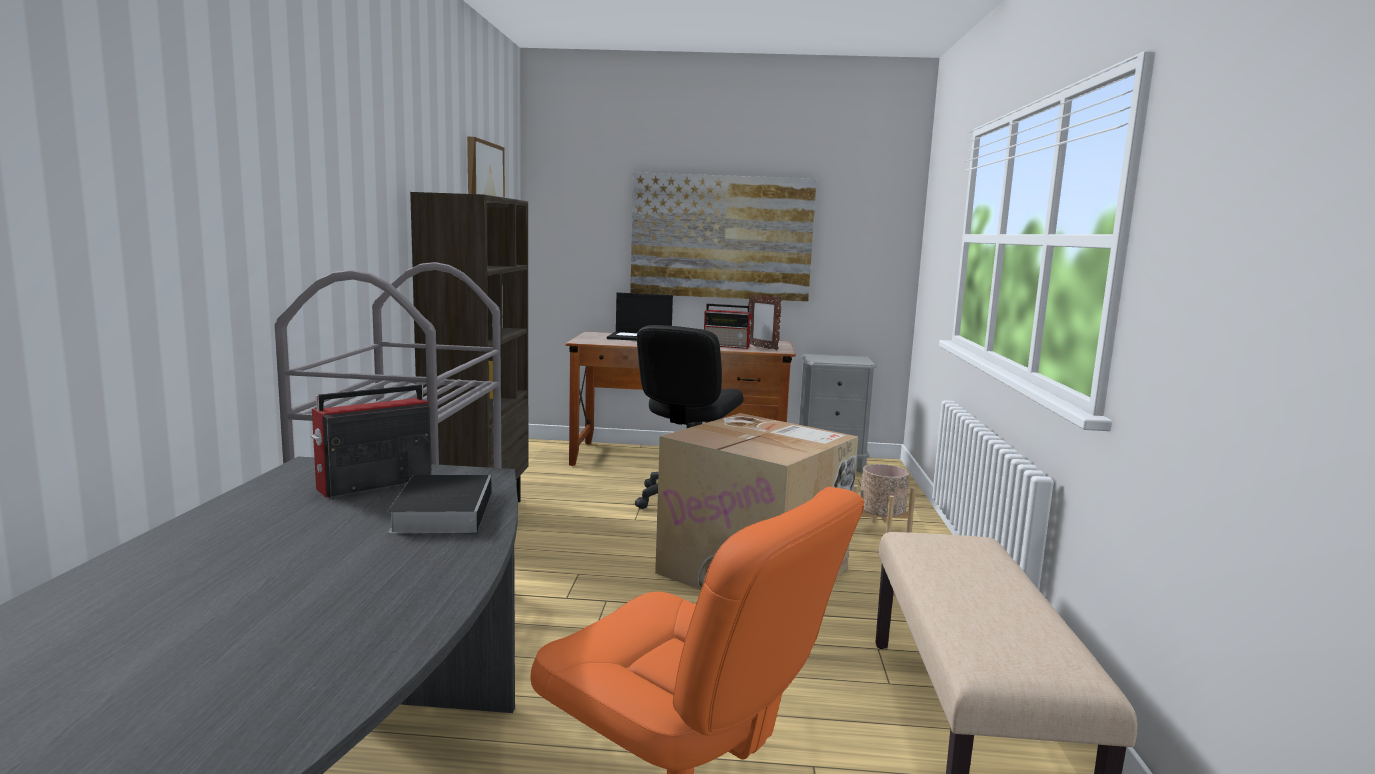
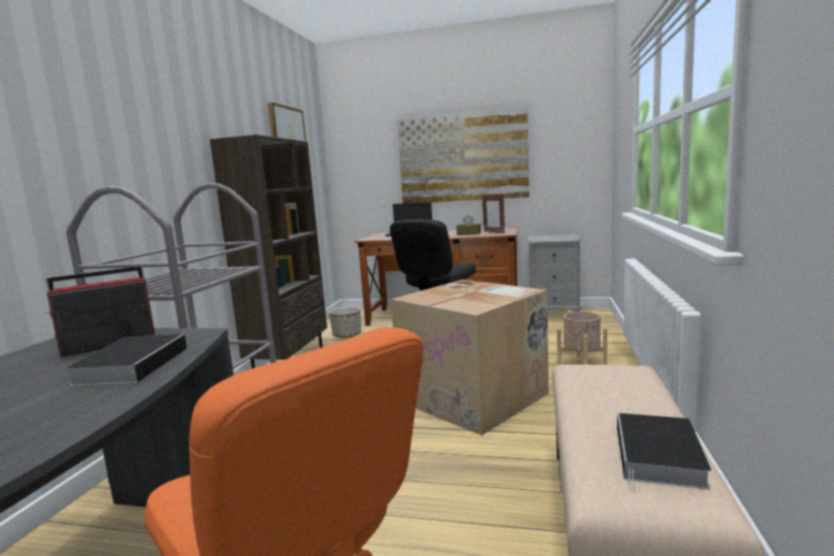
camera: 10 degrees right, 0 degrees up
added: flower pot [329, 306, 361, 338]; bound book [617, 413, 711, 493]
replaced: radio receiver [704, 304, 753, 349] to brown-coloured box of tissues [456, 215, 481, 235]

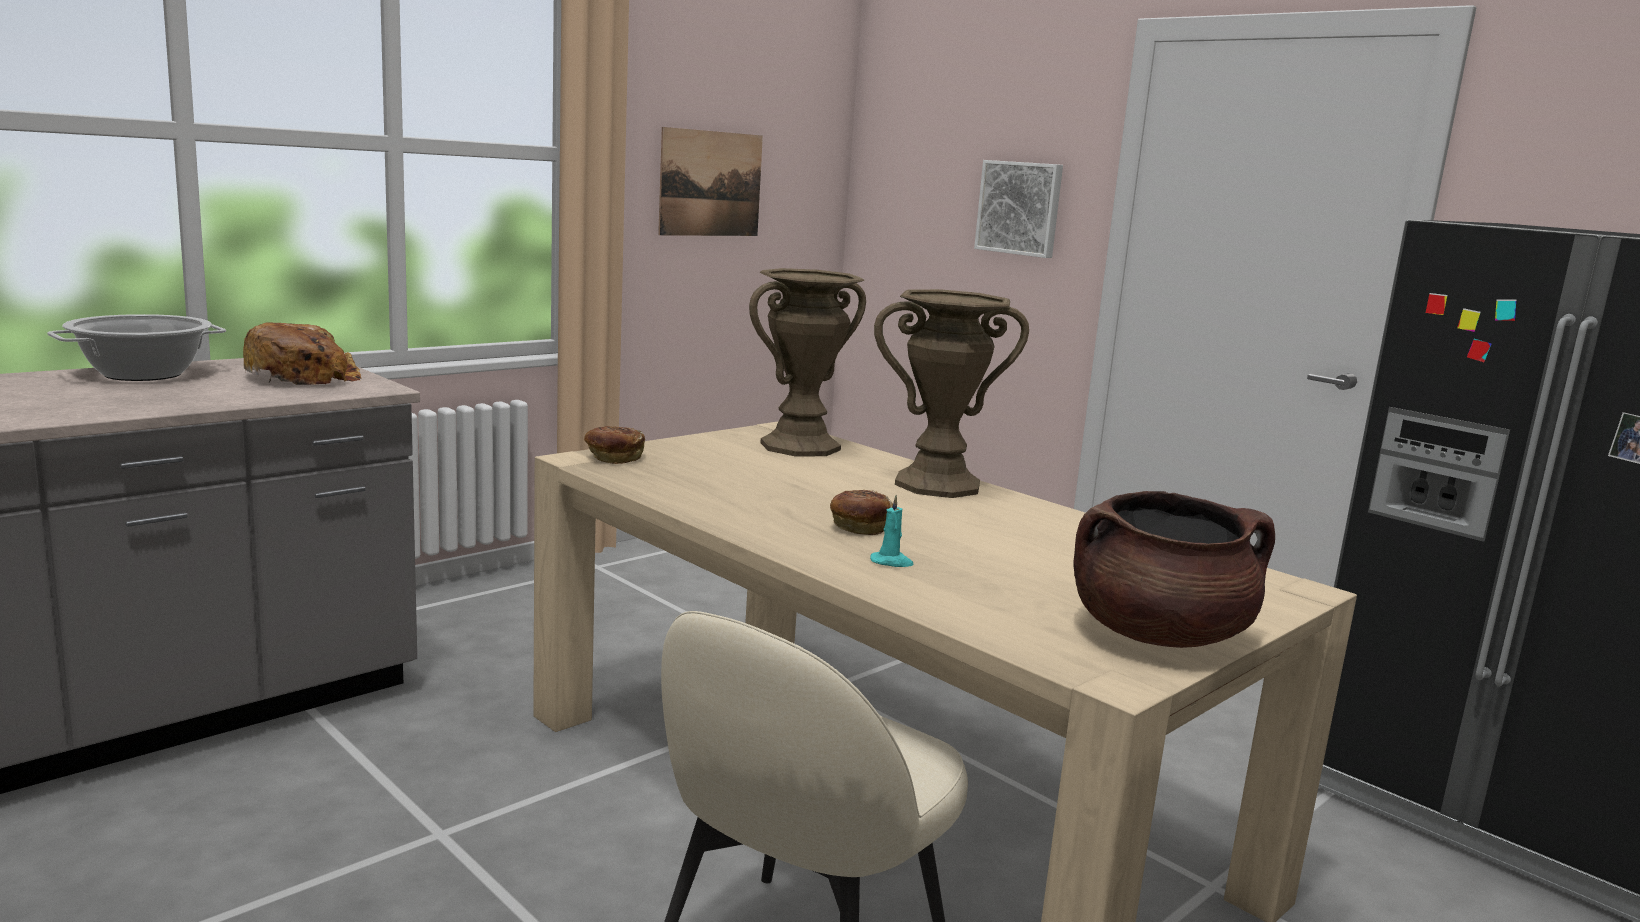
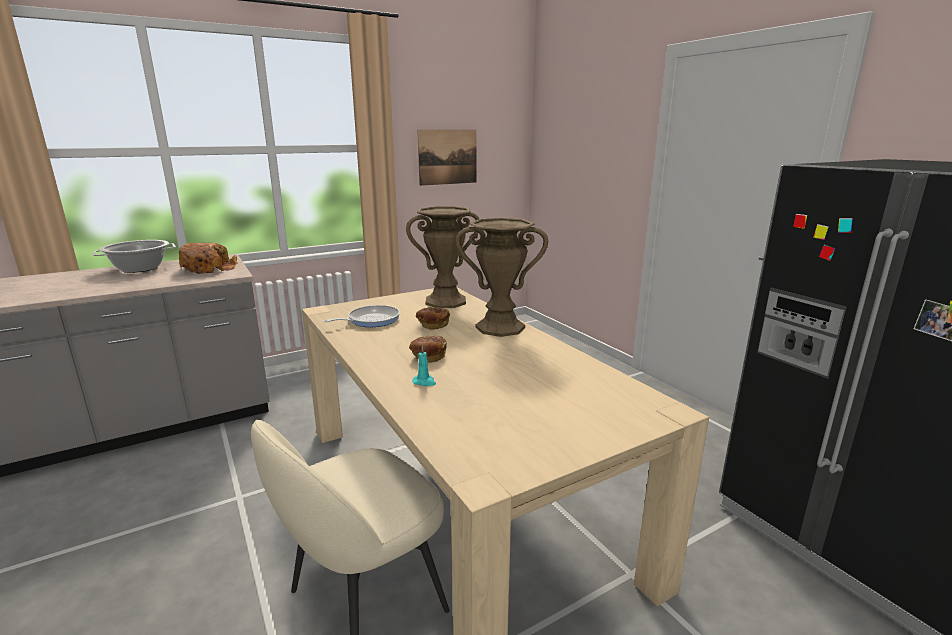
camera: 15 degrees right, 5 degrees up
removed: picture [974, 160, 1063, 258]; brown-coloured stockpot [1073, 491, 1275, 648]
added: skillet [324, 305, 400, 327]
moved: bread [584, 426, 645, 464] to [416, 307, 450, 330]

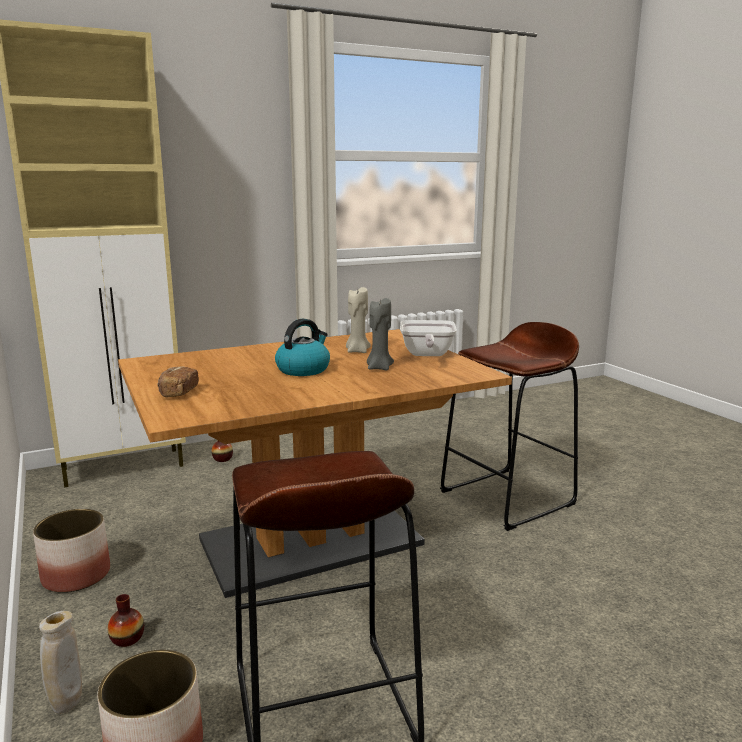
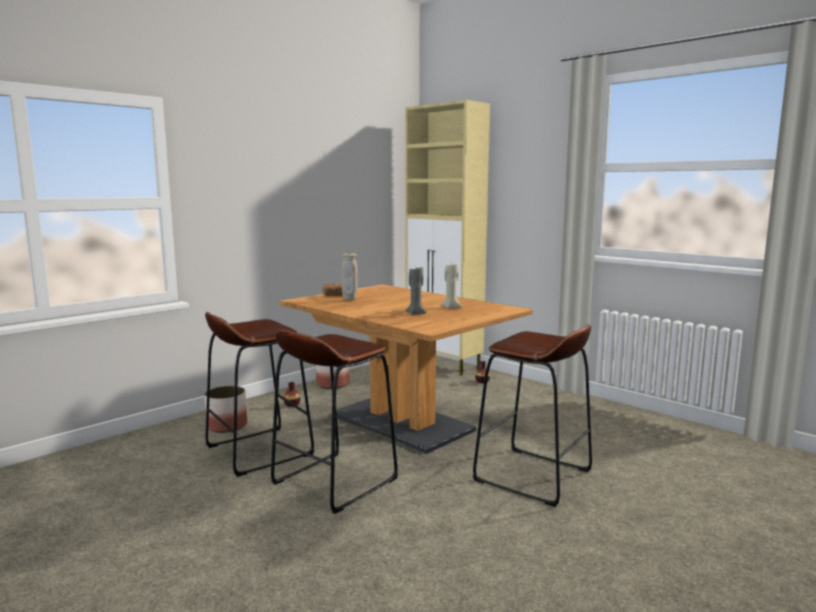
camera: 70 degrees right, 5 degrees down
removed: water kettle [275, 319, 330, 376]; skillet [400, 320, 457, 356]
added: brown-coloured stool [271, 330, 398, 514]
moved: beige-coloured vase [39, 611, 82, 714] to [341, 253, 358, 300]

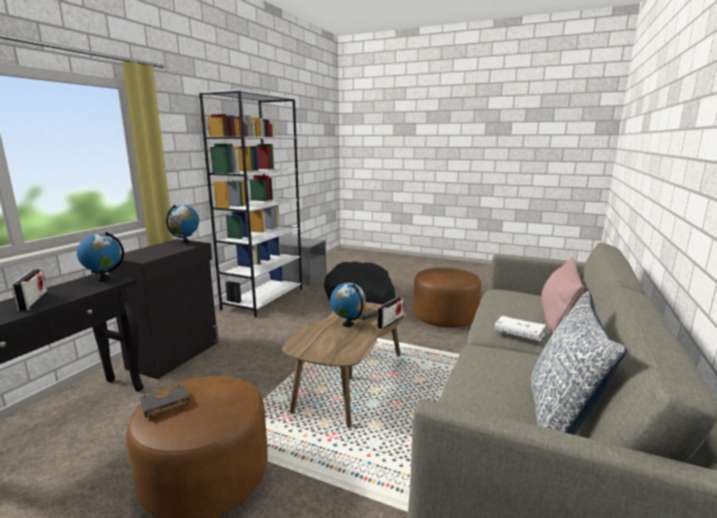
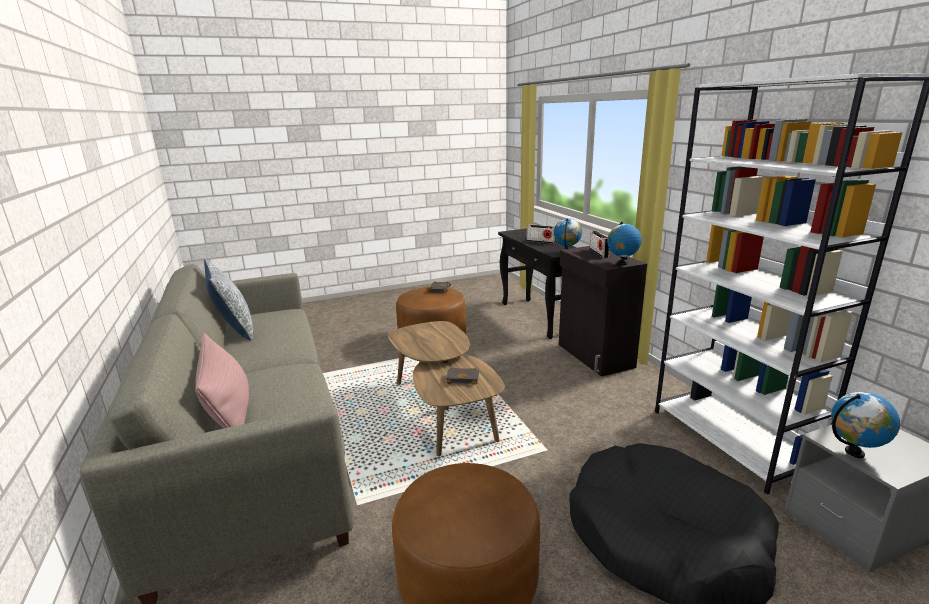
camera: 135 degrees right, 5 degrees up
removed: whitish bound book [494, 316, 546, 341]
moved: world globe [330, 283, 366, 327] to [831, 392, 900, 458]; radio receiver [377, 297, 404, 329] to [590, 231, 610, 258]

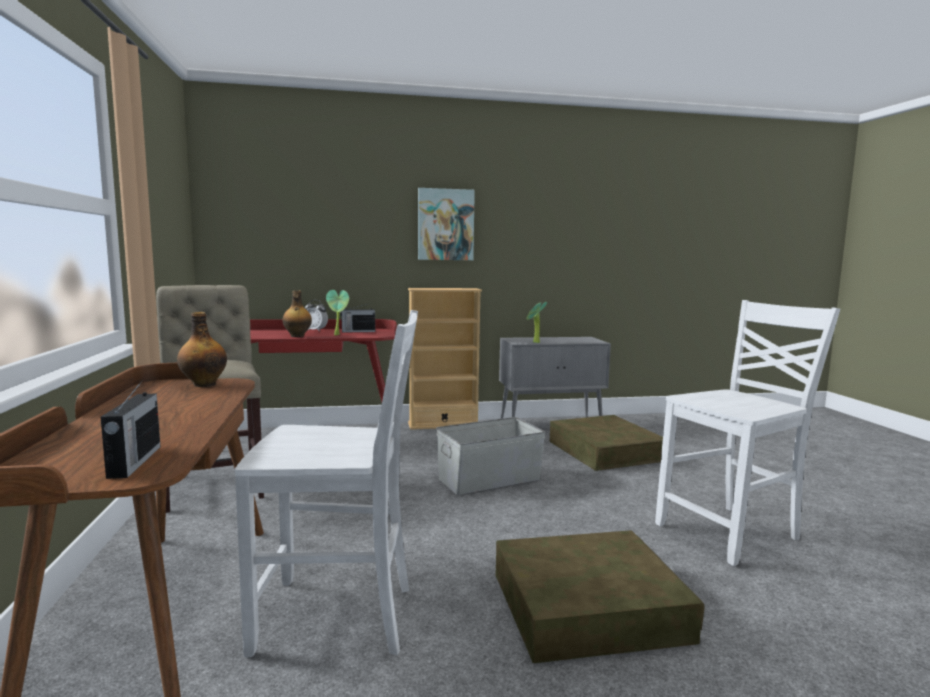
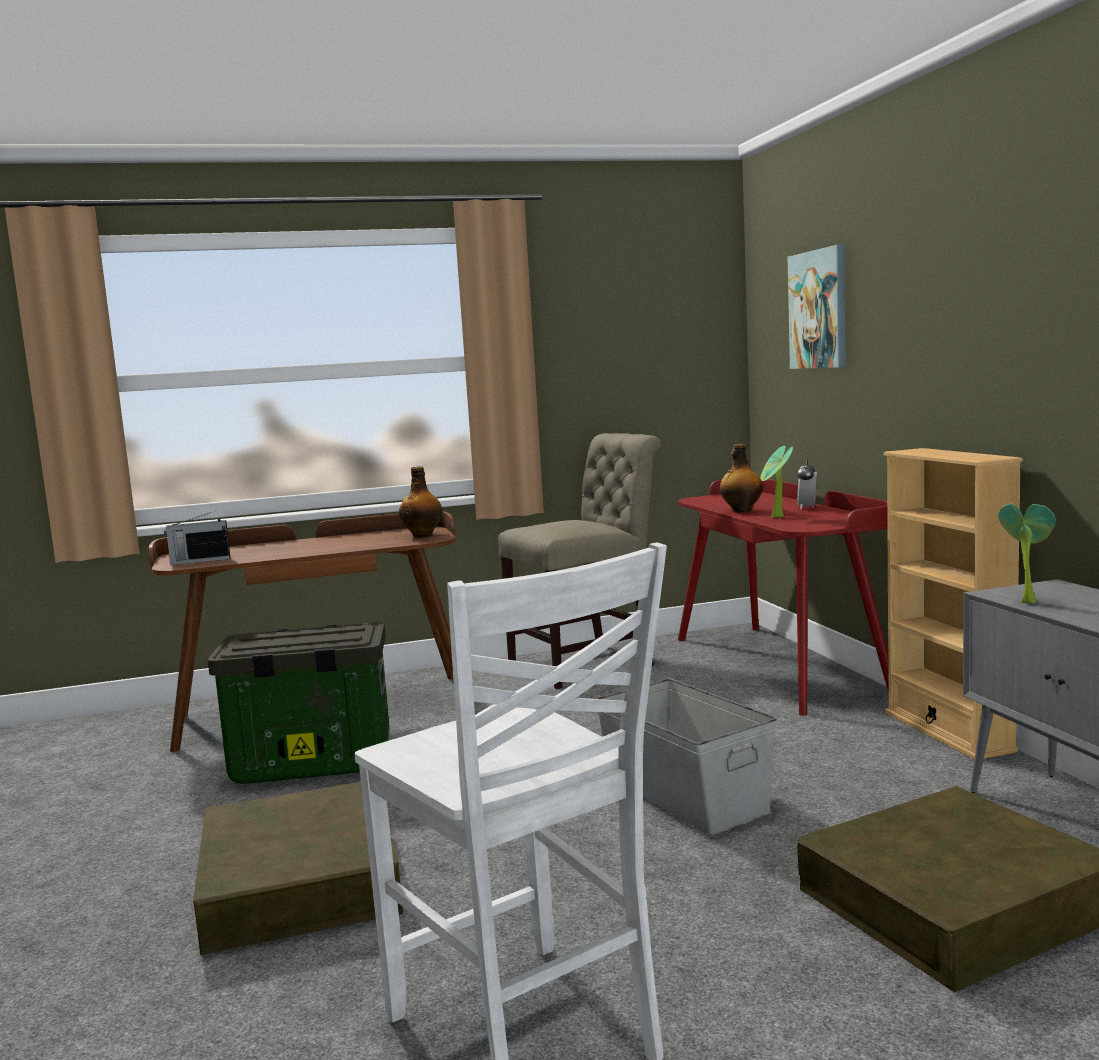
camera: 85 degrees right, 0 degrees up
removed: radio receiver [340, 304, 375, 333]
moved: picture [418, 188, 475, 260] to [788, 245, 846, 369]
replaced: whitish upright chair [235, 310, 418, 658] to storage container [207, 622, 390, 784]

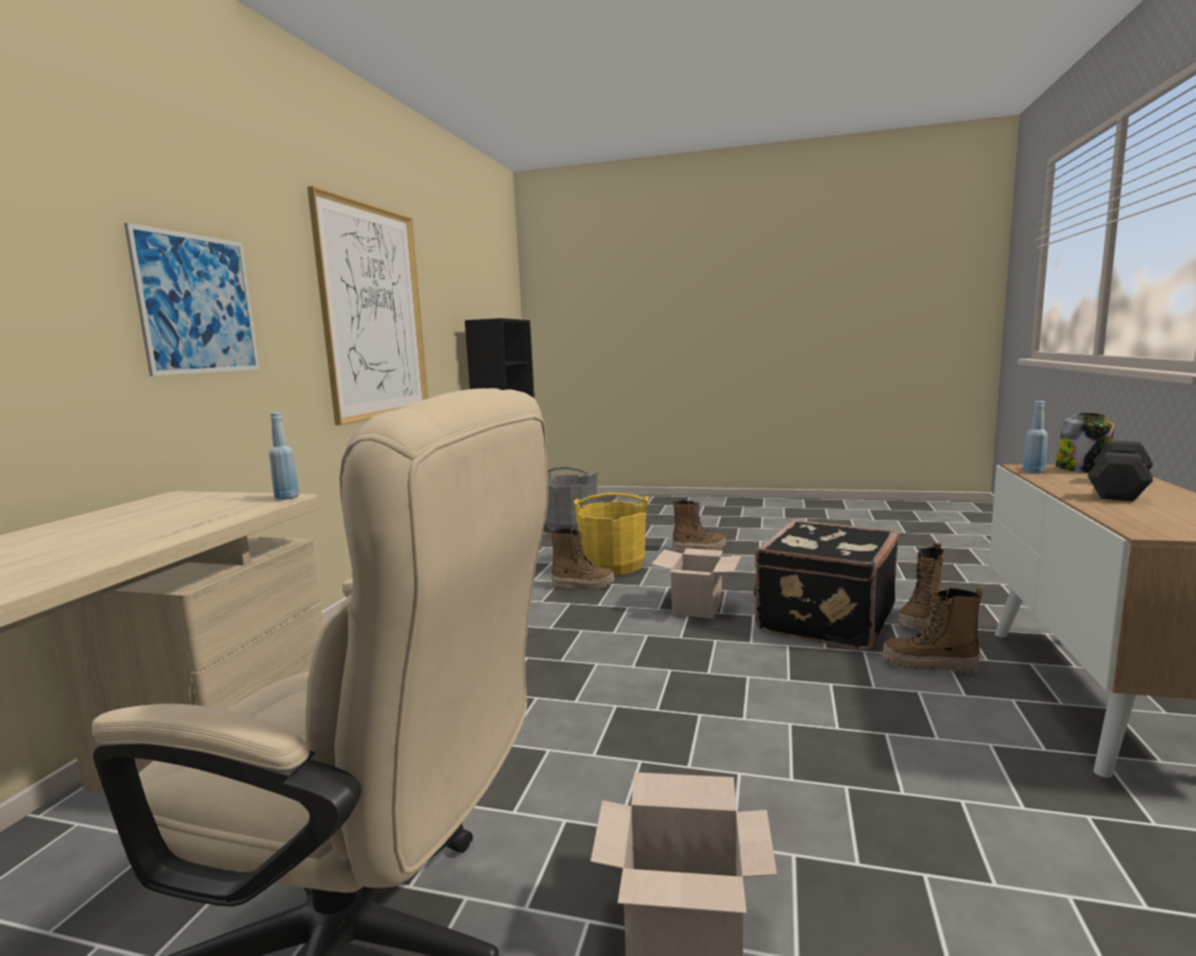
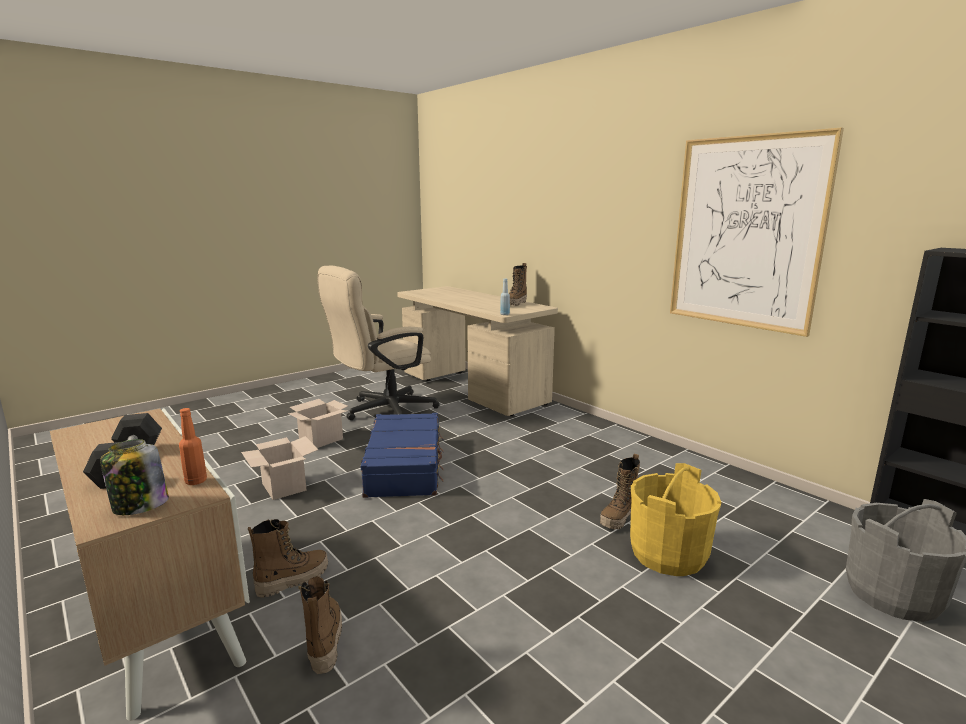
camera: 125 degrees right, 5 degrees up
removed: picture [124, 223, 259, 376]; blackish suitcase [754, 520, 899, 651]
added: blue suitcase [361, 413, 444, 498]
moved: carton [652, 548, 741, 619] to [241, 436, 318, 500]; boot [673, 500, 726, 553] to [509, 263, 527, 306]
recoloured: blue drink bottle [1023, 401, 1048, 474] to orange-coloured drink bottle [179, 408, 207, 485]

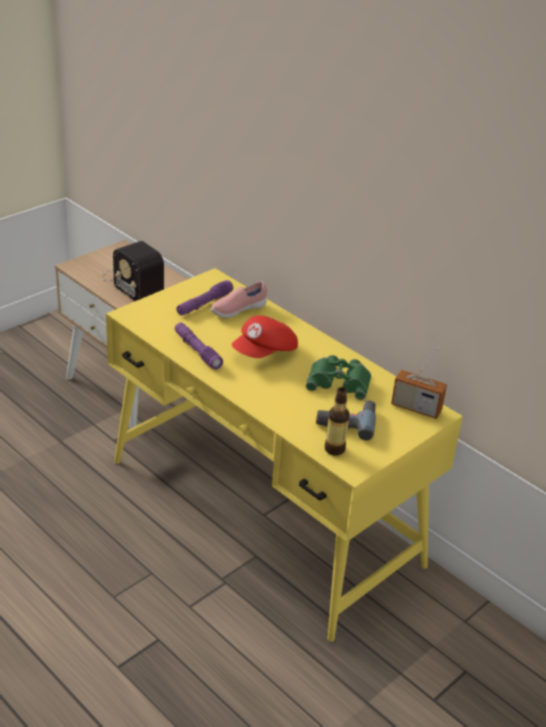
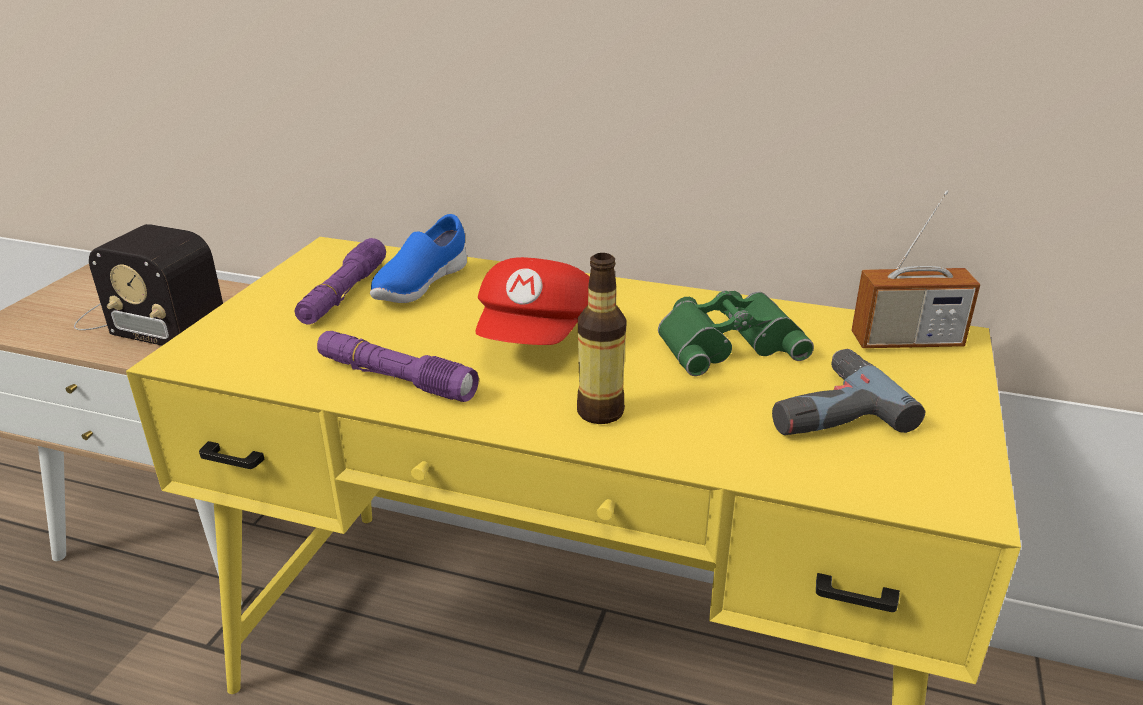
camera: 25 degrees left, 5 degrees down
moved: drink bottle [325, 387, 350, 456] to [577, 253, 627, 424]
recoloured: pink-coloured low shoe [210, 281, 267, 318] to blue low shoe [370, 214, 467, 303]

